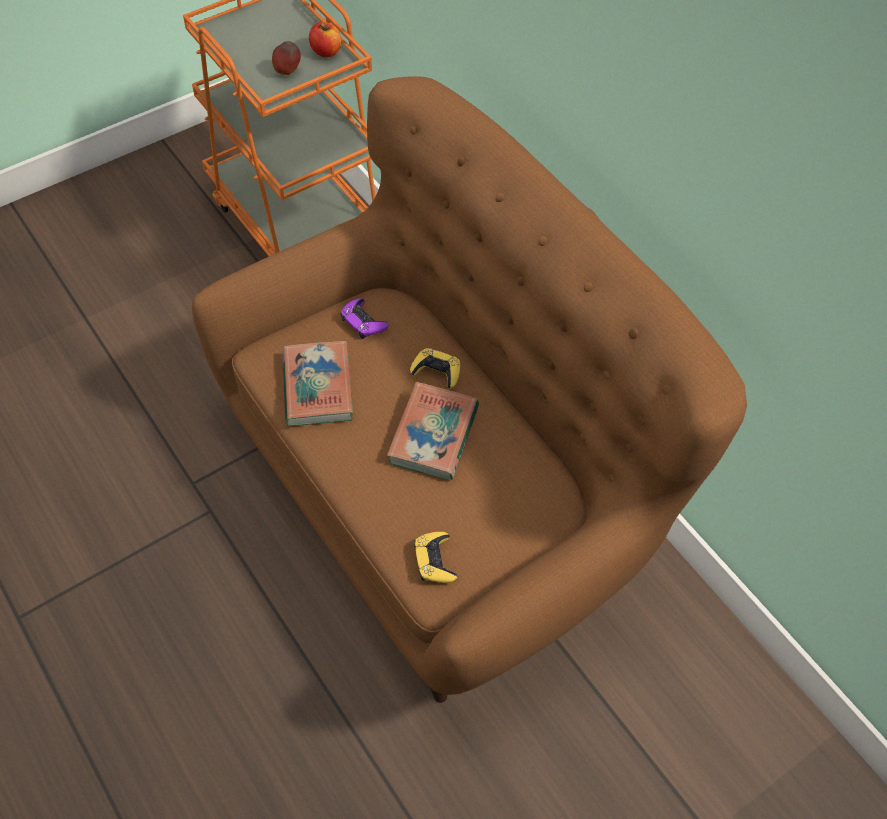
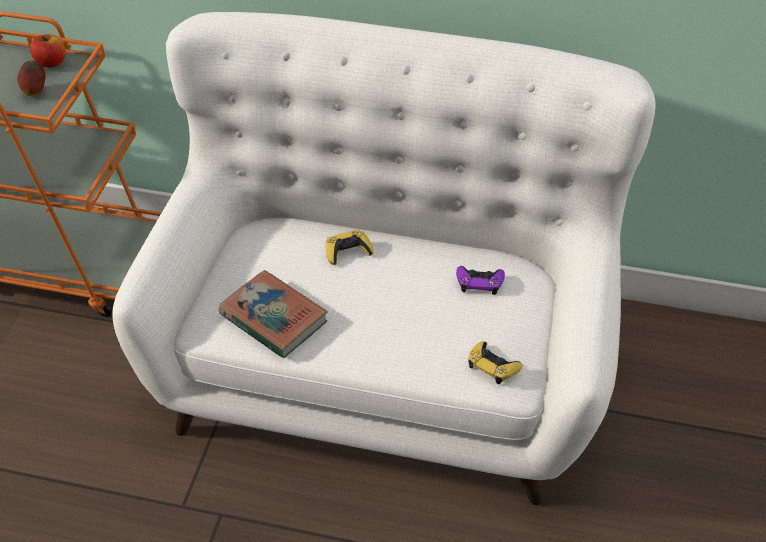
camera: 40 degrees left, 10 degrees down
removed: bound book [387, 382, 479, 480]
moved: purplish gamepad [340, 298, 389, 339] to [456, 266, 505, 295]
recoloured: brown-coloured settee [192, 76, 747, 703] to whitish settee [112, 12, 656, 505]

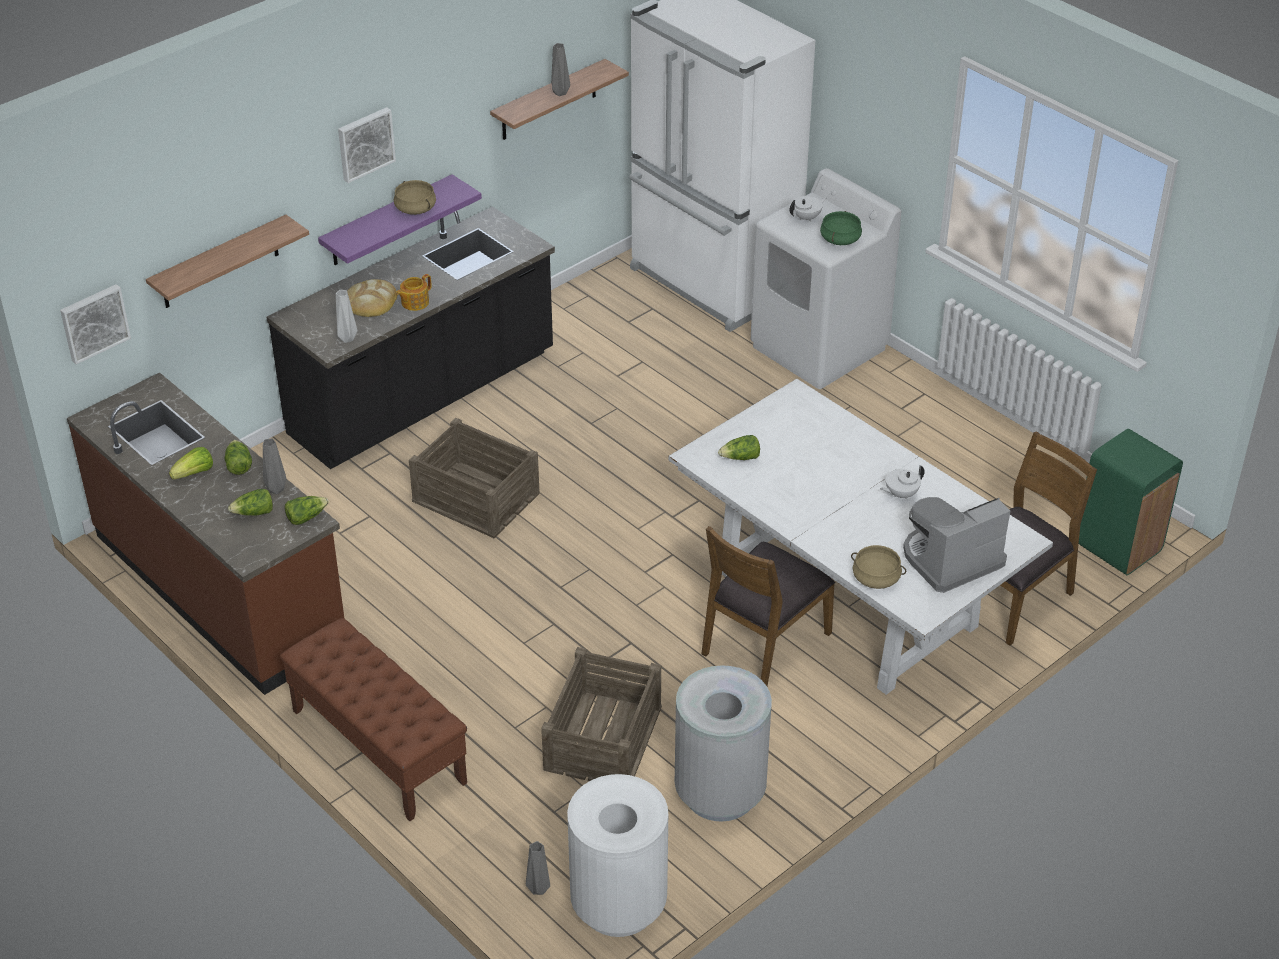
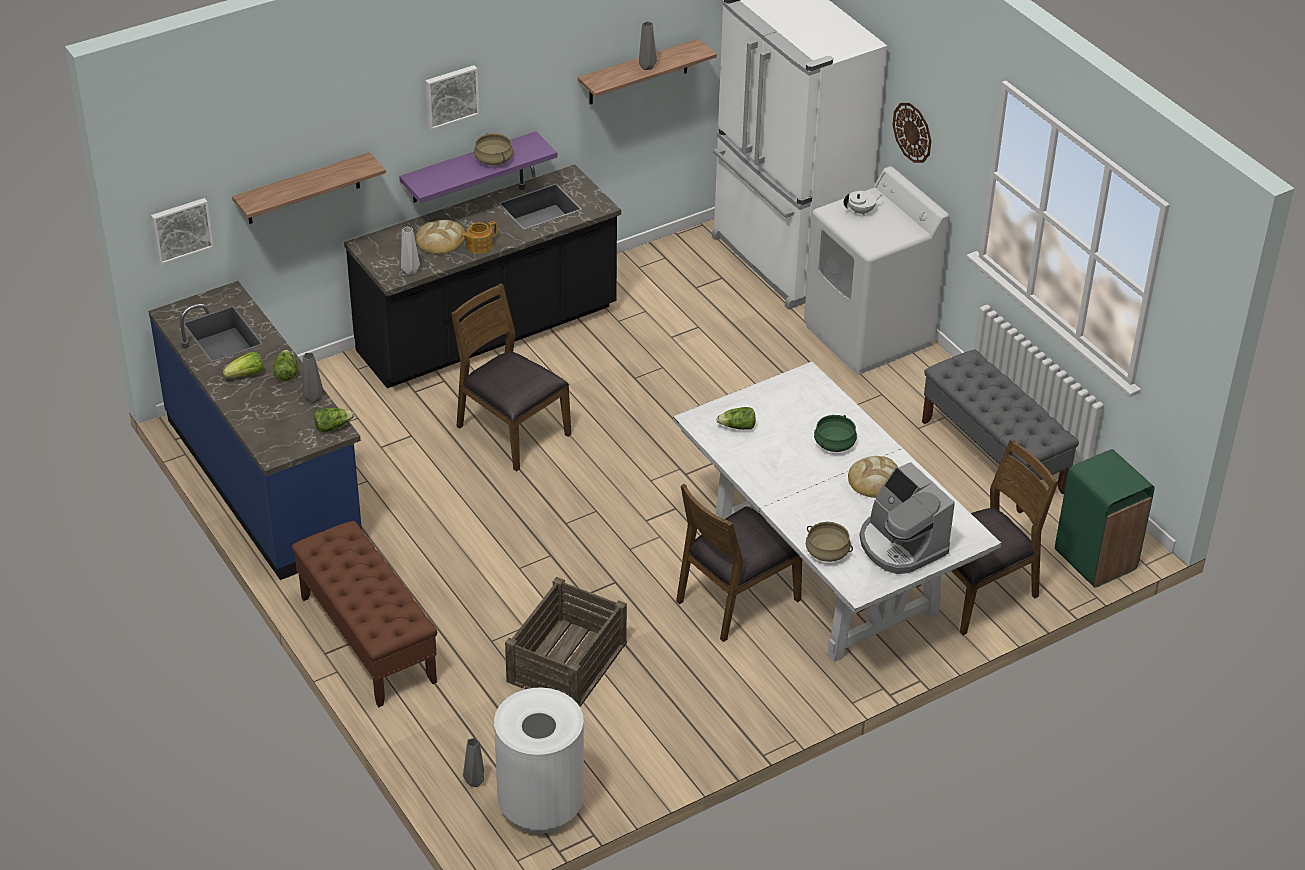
camera: 10 degrees right, 0 degrees up
removed: lettuce head [228, 489, 273, 516]; grey trash can [675, 665, 772, 821]
added: hanging clock [892, 103, 931, 163]; grey indoor bench [922, 349, 1079, 514]
moved: greenish stockpot [820, 211, 862, 245] to [814, 415, 857, 452]
replaced: packing crate [409, 418, 540, 538] to brown-coloured upright chair [451, 283, 571, 471]; whitish tea pot [880, 465, 925, 499] to bread [848, 456, 898, 498]
recoloured: brown-coloured kitchen base unit [67, 372, 345, 695] to blue kitchen base unit [148, 281, 362, 580]
turned: coffee machine [903, 497, 1010, 593] = [860, 462, 955, 574] 105 degrees counterclockwise

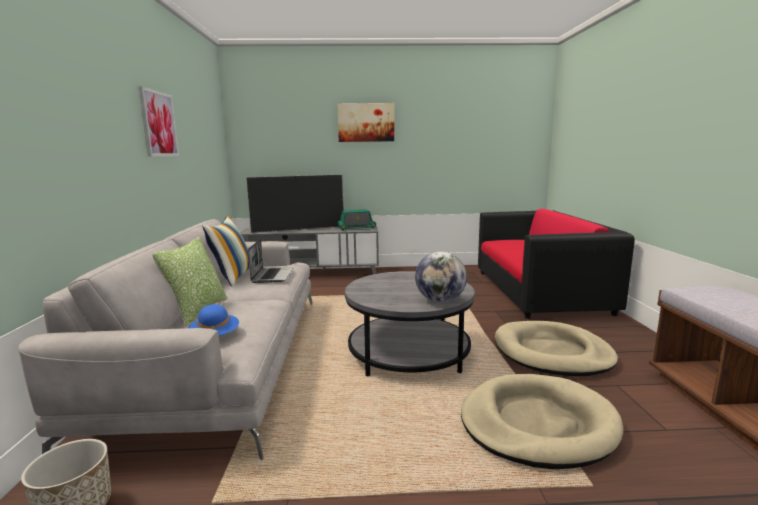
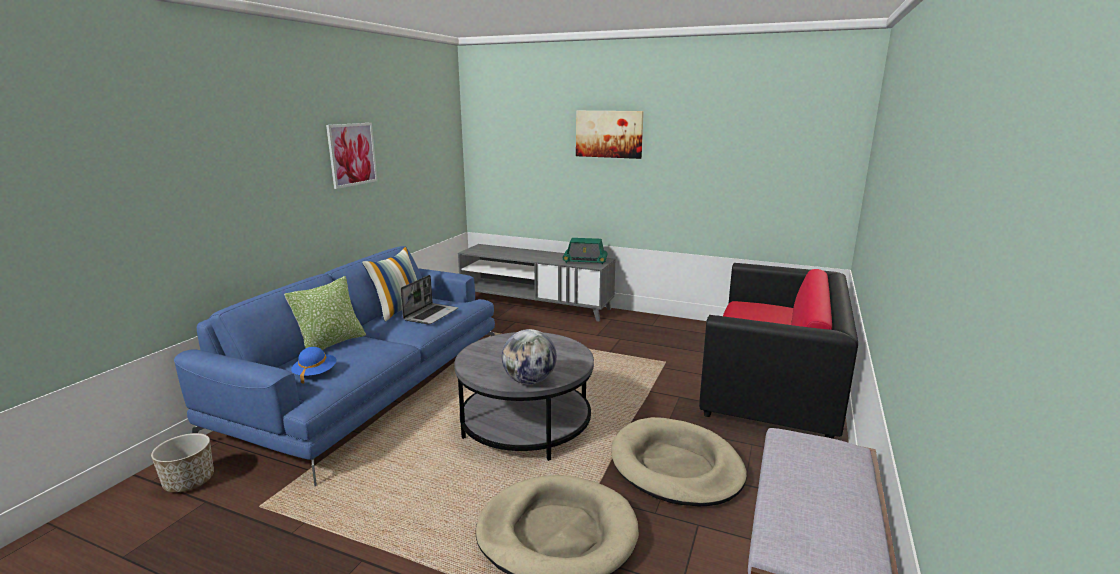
camera: 25 degrees right, 5 degrees up
removed: TV set [246, 175, 344, 233]
recoloured: grey settee [18, 219, 313, 460] to blue settee [174, 246, 495, 486]

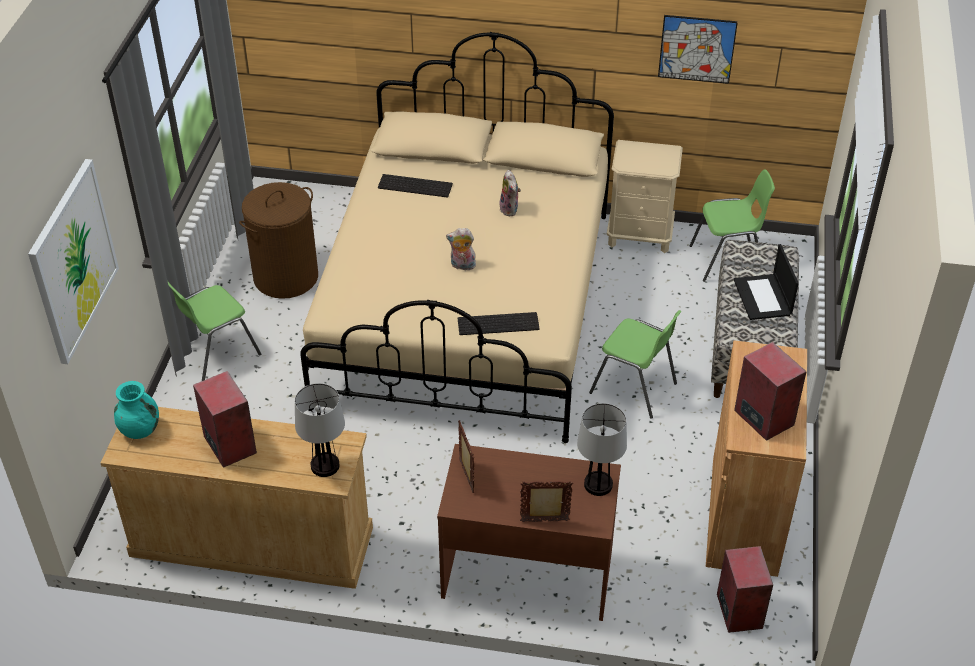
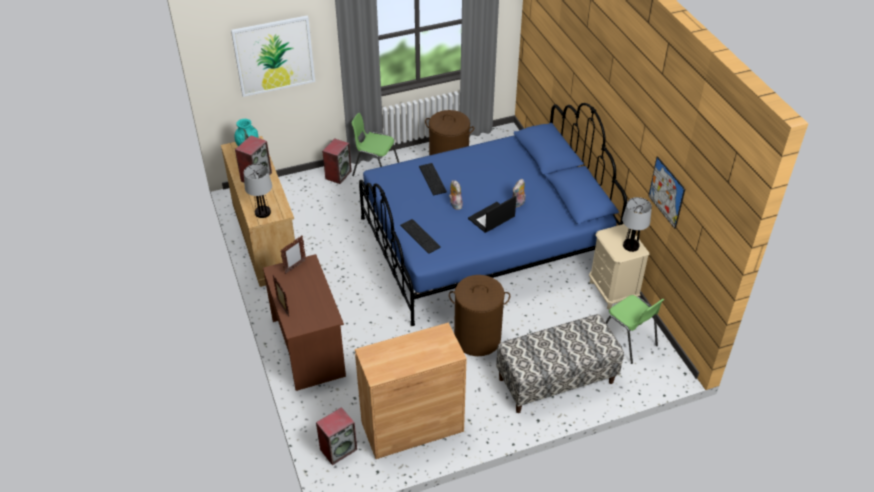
camera: 60 degrees right, 0 degrees up
moved: computer keyboard [378, 174, 453, 197] to [419, 163, 447, 195]; tabletop lamp [577, 403, 627, 496] to [622, 197, 652, 252]; notebook computer [734, 244, 799, 320] to [468, 196, 516, 233]; loudspeaker [734, 342, 807, 441] to [322, 138, 352, 184]
replaced: greenish upright chair [589, 310, 682, 419] to brown-coloured laundry basket [449, 275, 510, 356]
recoloured: beige-coloured bedroom bed [300, 32, 614, 443] to blue bedroom bed [359, 103, 627, 326]

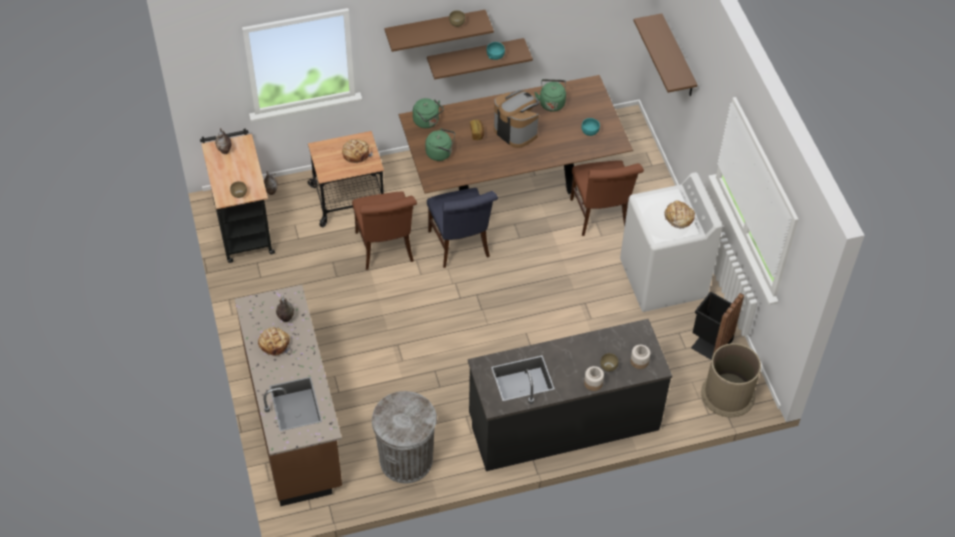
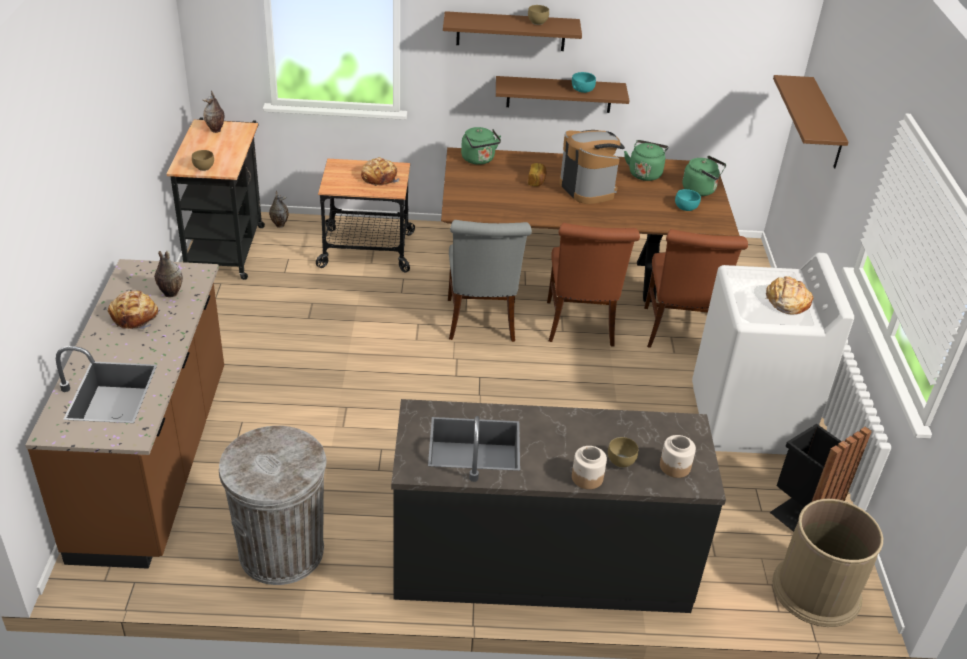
camera: 15 degrees right, 15 degrees down
moved: brown-coloured upright chair [352, 191, 417, 270] to [547, 223, 640, 347]; greenish water kettle [425, 128, 455, 161] to [682, 156, 726, 196]
recoloured: blue upright chair [427, 188, 498, 268] to grey upright chair [448, 220, 532, 342]

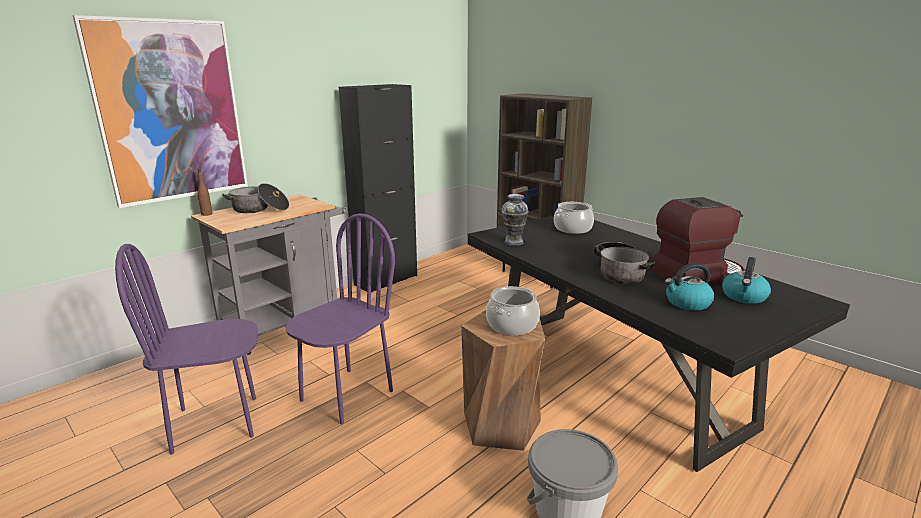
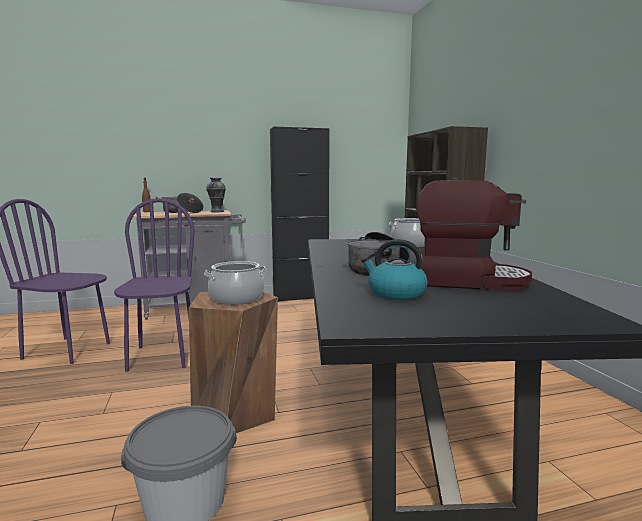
camera: 30 degrees right, 10 degrees down
removed: picture [73, 15, 248, 208]; water kettle [722, 257, 771, 304]
moved: vase [501, 194, 529, 246] to [206, 178, 226, 212]
turned: purplish upright chair [285, 214, 395, 424] = [114, 198, 195, 372] 75 degrees counterclockwise

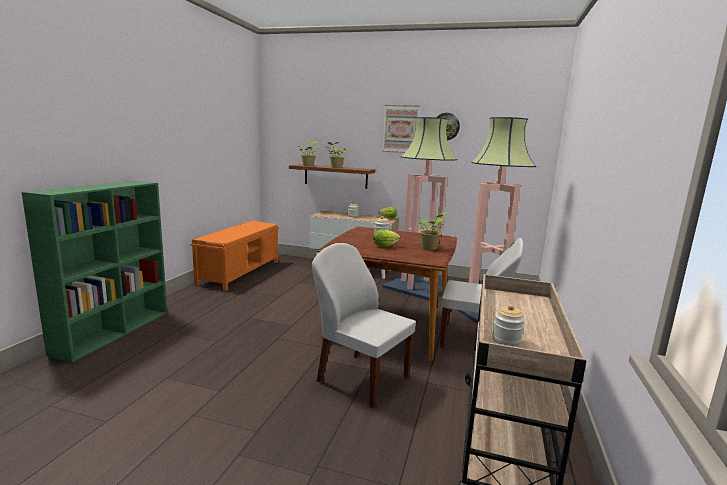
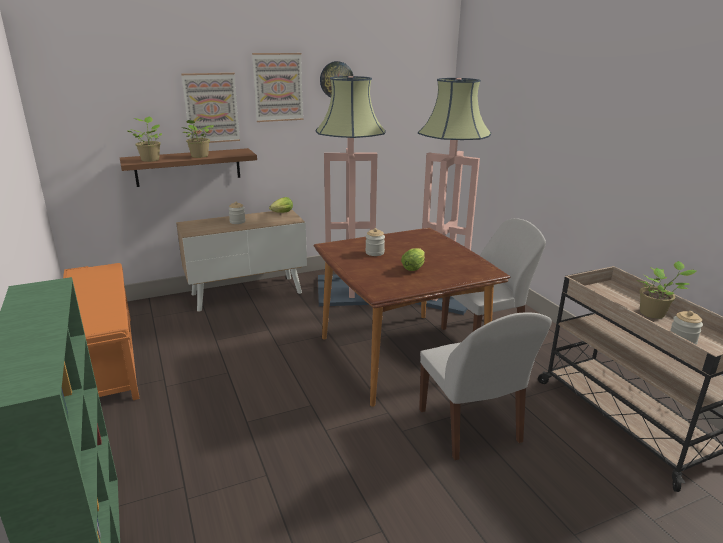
camera: 40 degrees left, 10 degrees up
added: picture [181, 73, 240, 143]
moved: potted plant [418, 212, 446, 250] to [636, 261, 696, 319]
turned: whitish upright chair [312, 243, 416, 408] = [419, 313, 552, 460] 105 degrees counterclockwise

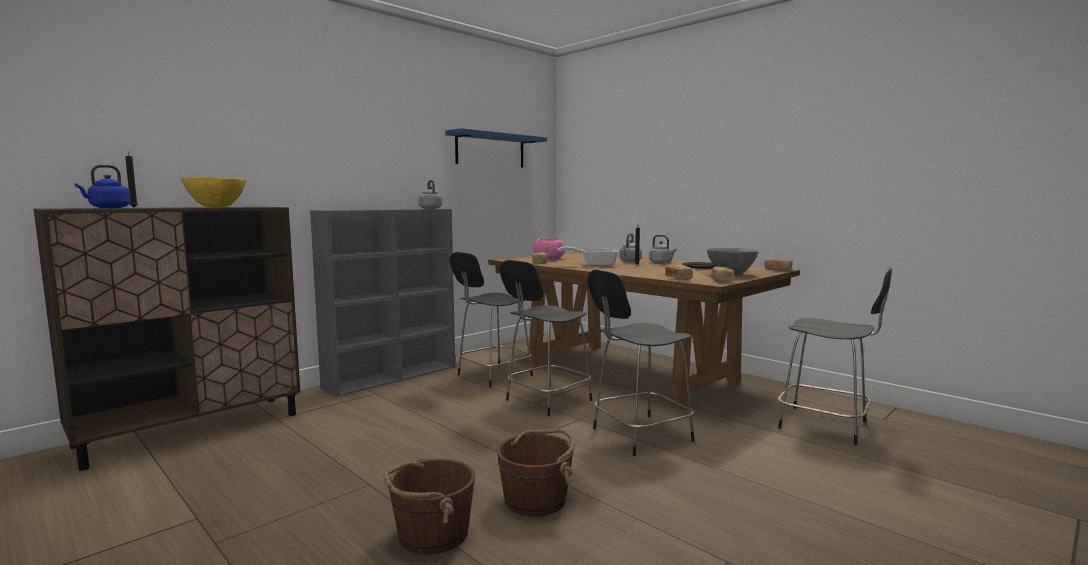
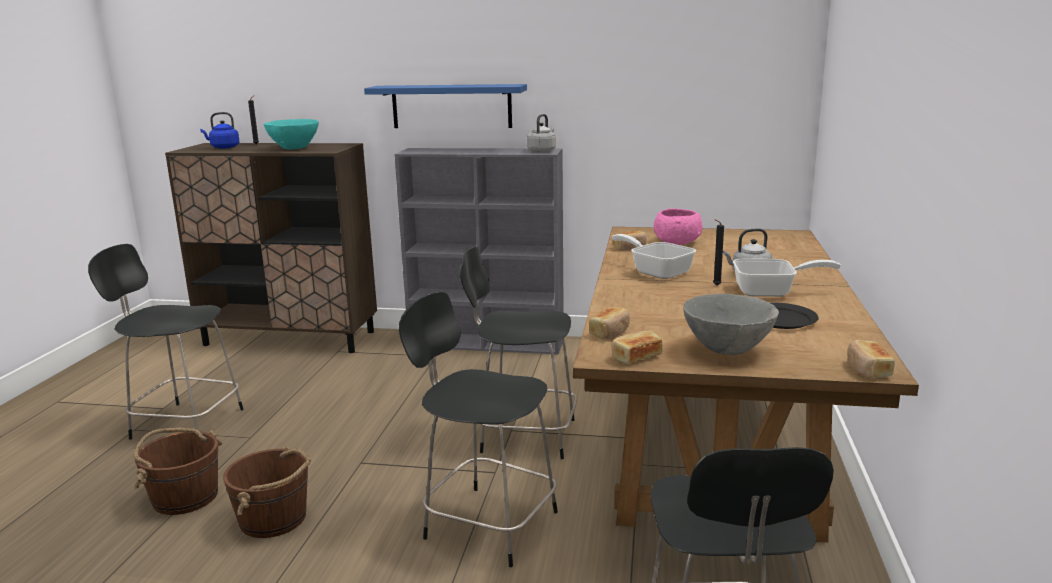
camera: 55 degrees right, 10 degrees up
moved: blue bracket shelf [445, 128, 547, 168] to [364, 84, 527, 128]; blackish upright chair [450, 252, 533, 388] to [88, 244, 244, 440]
replaced: grey water kettle [649, 235, 677, 264] to skillet [733, 259, 841, 297]
recoloured: yellow serving bowl [180, 177, 246, 207] to turquoise-coloured serving bowl [264, 119, 319, 150]

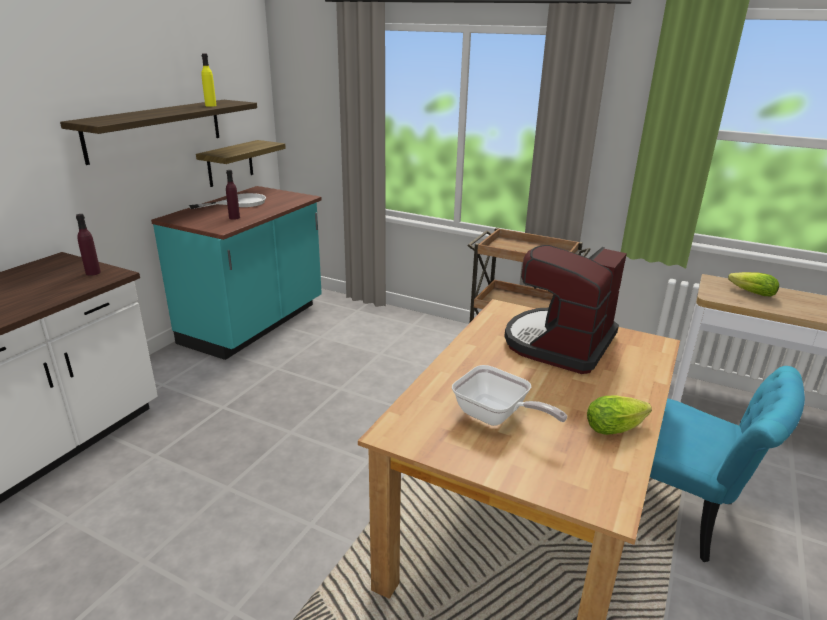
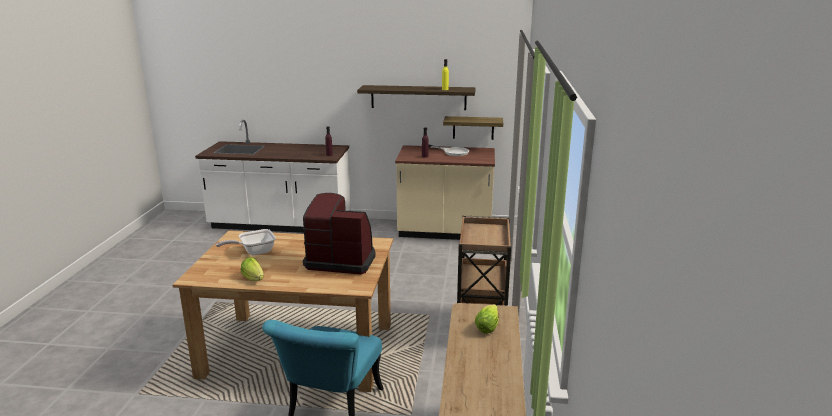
camera: 70 degrees right, 5 degrees down
recoloured: turquoise-coloured kitchen base unit [151, 186, 322, 360] to beige-coloured kitchen base unit [395, 145, 495, 240]
turned: skillet [452, 365, 567, 426] = [216, 229, 276, 255] 45 degrees clockwise

